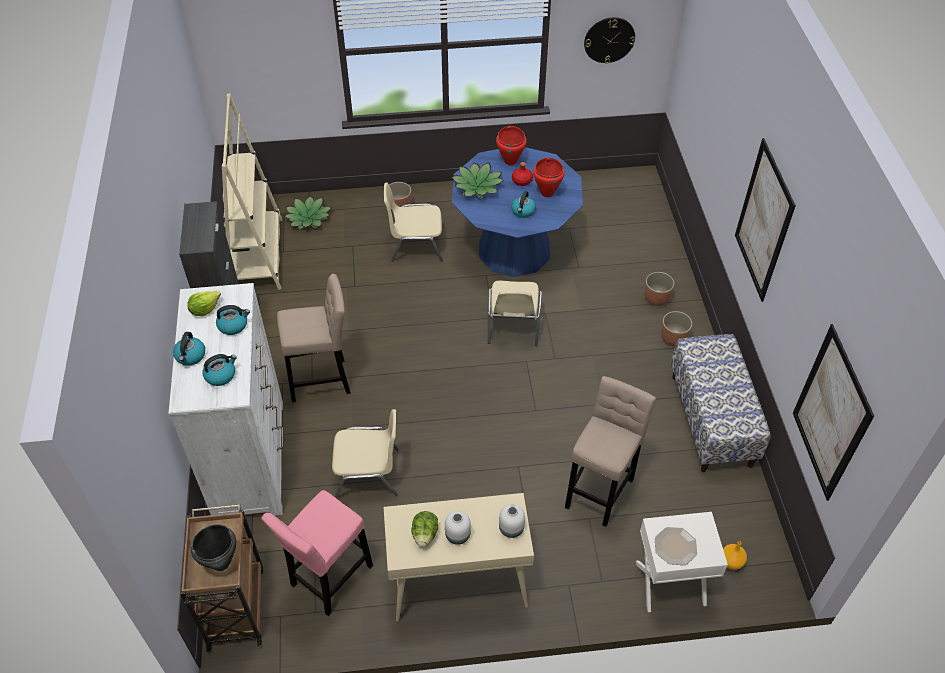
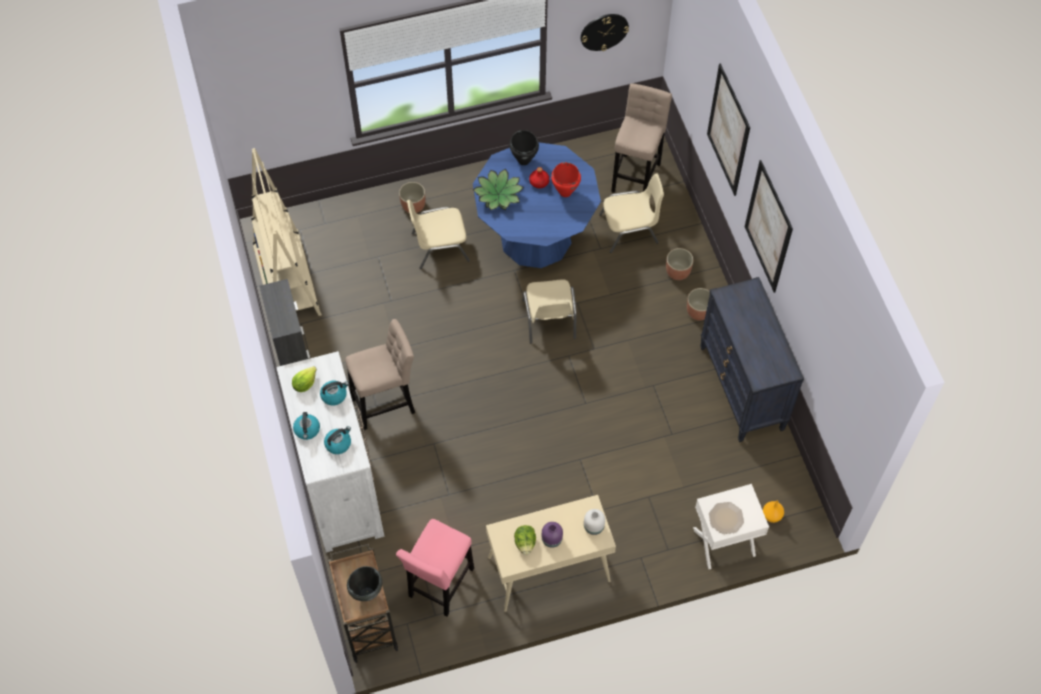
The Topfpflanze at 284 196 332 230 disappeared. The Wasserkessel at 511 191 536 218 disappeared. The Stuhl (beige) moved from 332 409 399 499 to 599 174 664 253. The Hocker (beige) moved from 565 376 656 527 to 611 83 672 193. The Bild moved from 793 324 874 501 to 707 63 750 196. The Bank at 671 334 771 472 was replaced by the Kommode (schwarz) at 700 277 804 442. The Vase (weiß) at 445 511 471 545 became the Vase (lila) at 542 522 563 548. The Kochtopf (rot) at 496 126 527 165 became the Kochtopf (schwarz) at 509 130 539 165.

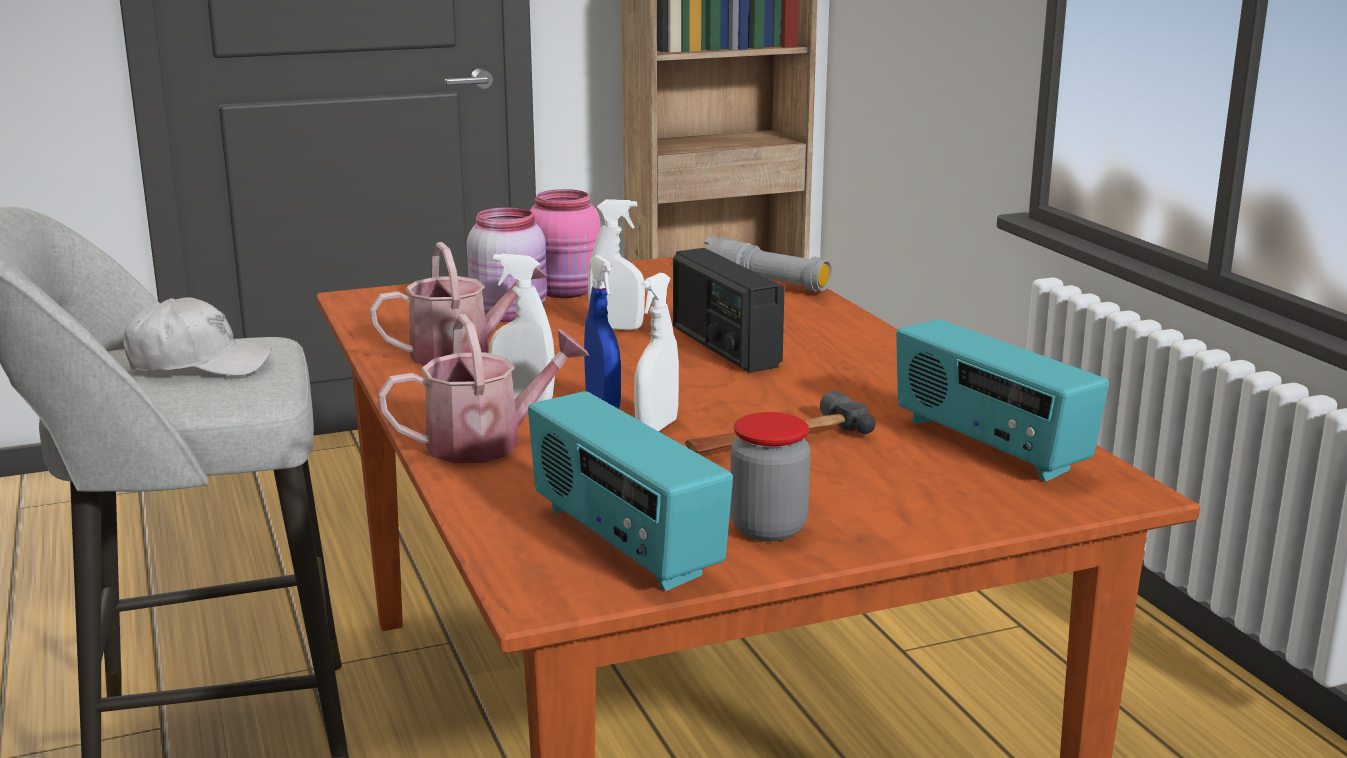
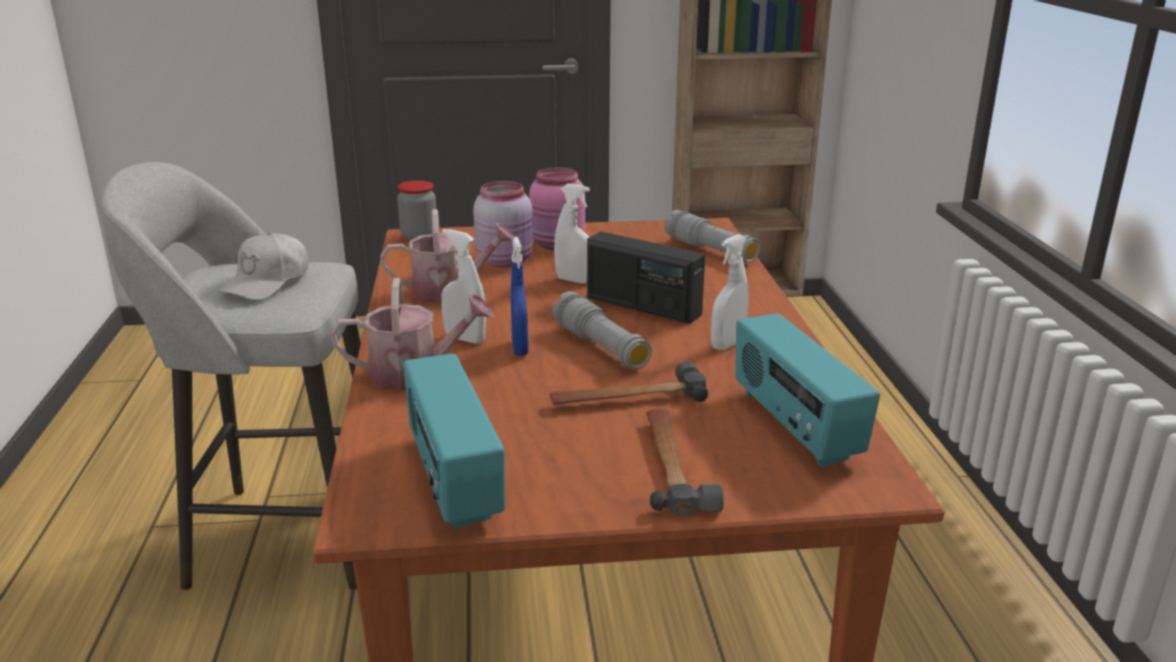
The Taschenlampe (grau) at 552 291 652 370 appeared. The Hammer at 647 409 724 516 appeared. The Sprühflasche (weiß) moved from 634 273 679 431 to 711 234 749 350. The Vorratsglas moved from 730 412 811 542 to 397 180 436 241. The Kappe (weiß) at 123 297 272 376 turned 105 degrees clockwise. The Radio at 673 248 785 373 turned 45 degrees counterclockwise.

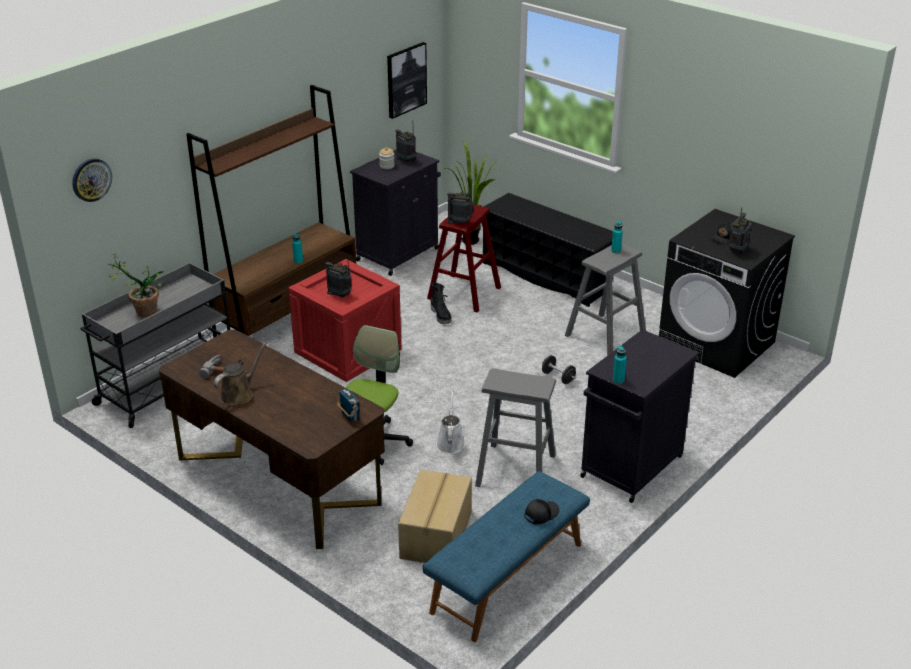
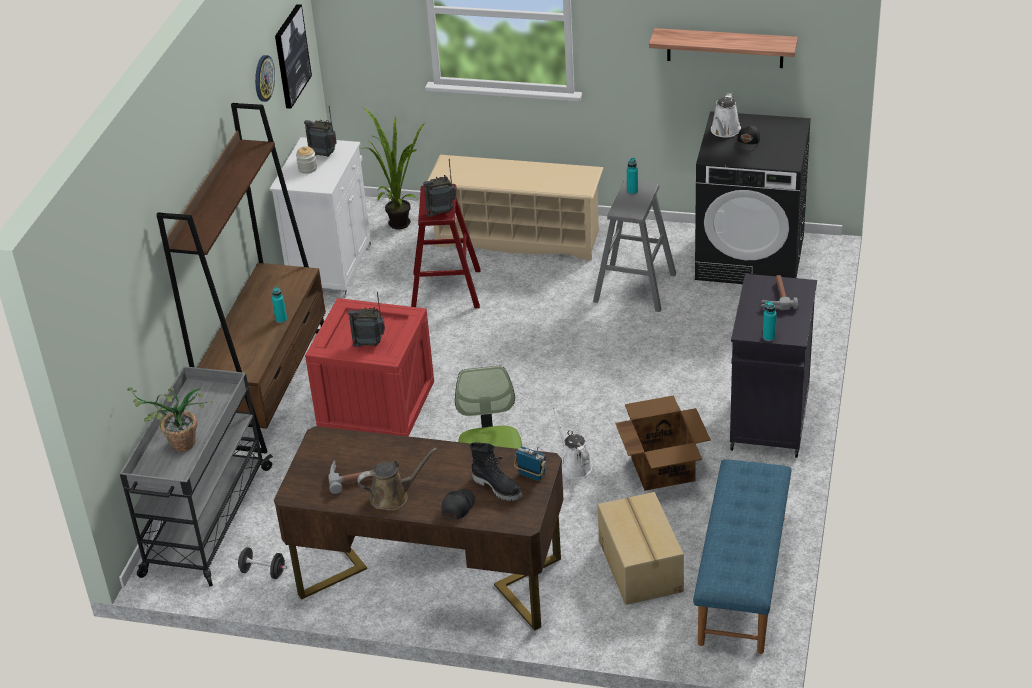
The Radio at 729 208 751 254 disappeared. The Wandregal at 649 28 798 68 appeared. The Gießkanne (weiß) at 711 93 741 138 appeared. The Hammer at 761 275 798 310 appeared. The Wanduhr moved from 72 158 112 202 to 255 55 275 102. The Stiefel (schwarz) moved from 431 282 452 324 to 470 442 522 501. The Kappe (schwarz) moved from 525 499 559 525 to 442 489 475 520. The Hantel (schwarz) moved from 542 355 576 384 to 236 547 287 579. The Hocker (grau) at 475 368 556 487 was replaced by the Karton at 615 395 711 491. The Schrank (schwarz) at 350 150 441 276 became the Schrank (weiß) at 270 137 371 298. The Schuhregal (schwarz) at 483 193 613 307 became the Schuhregal (beige) at 427 155 604 260. The Gießkanne (braun) at 214 342 267 406 turned 60 degrees clockwise.

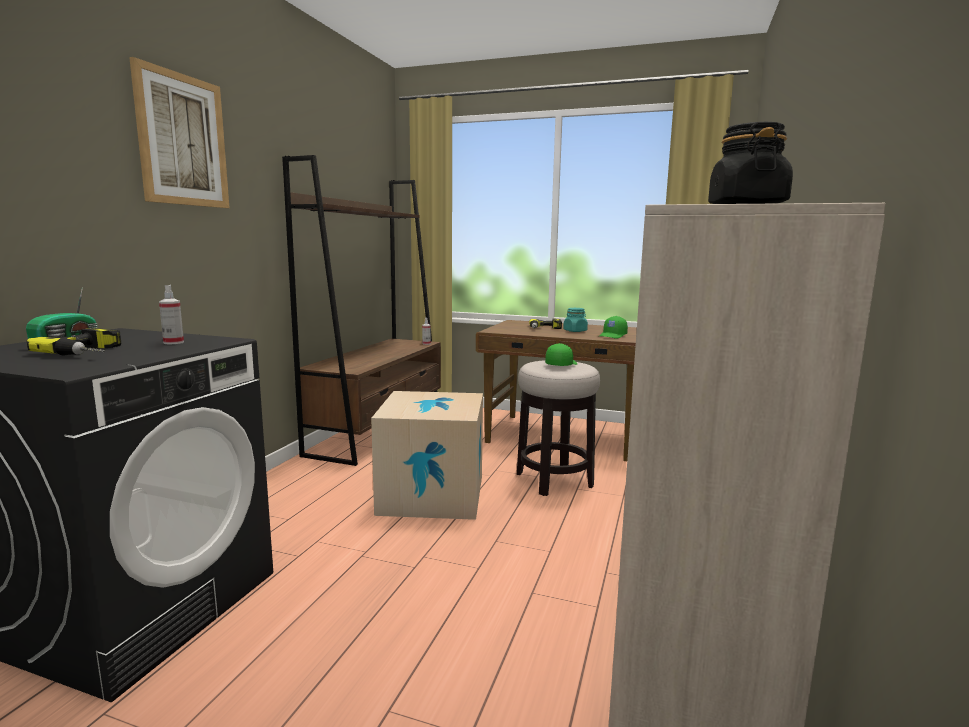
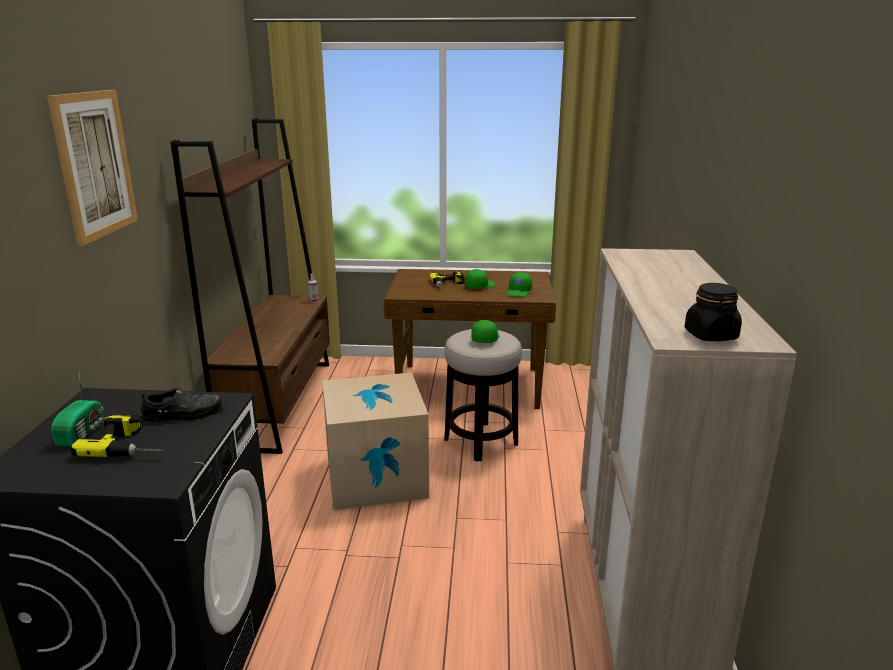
The Sprühflasche at 159 285 184 344 was replaced by the Schuh (schwarz) at 140 388 224 422. The Vorratsglas (türkis) at 563 308 588 332 was replaced by the Kappe (grün) at 465 269 495 289.

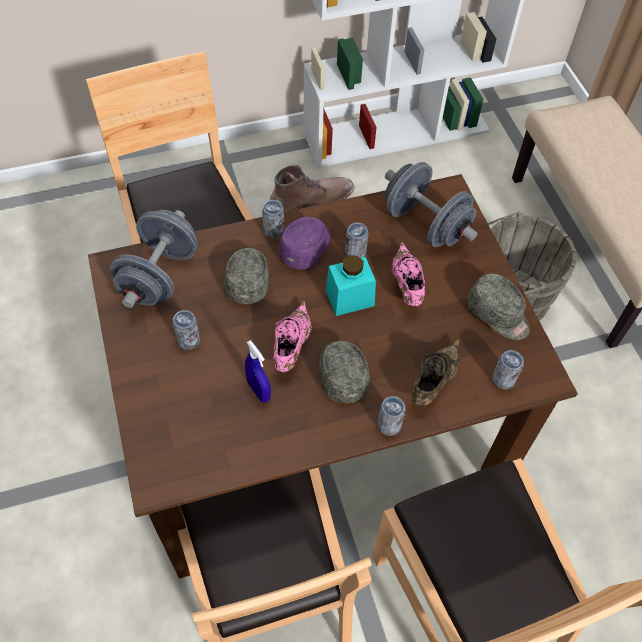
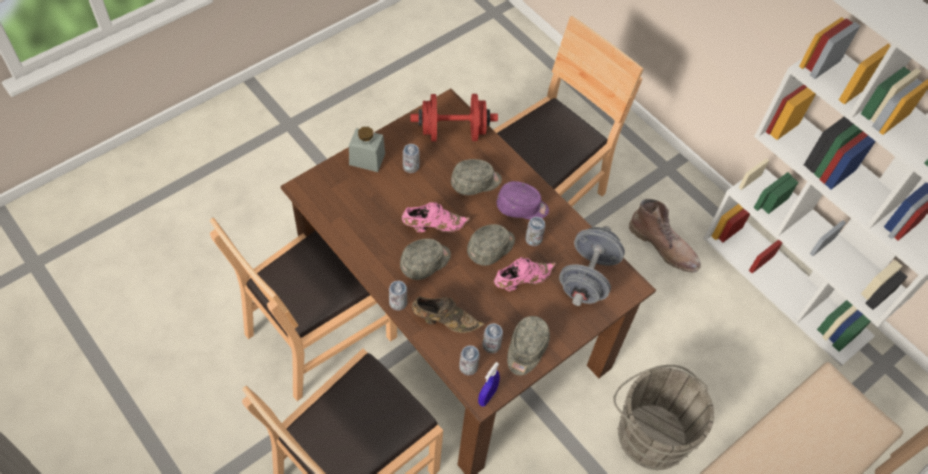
The Vorratsglas (grau) at 349 127 385 172 appeared. The Sprühflasche (blau) moved from 245 340 271 403 to 478 362 500 407. The Dose moved from 262 200 284 238 to 482 323 503 353. The Vorratsglas (türkis) at 326 255 376 316 was replaced by the Kappe (grau) at 467 224 515 266. The Hantel (grau) at 110 210 198 308 became the Hantel (rot) at 410 94 498 141.

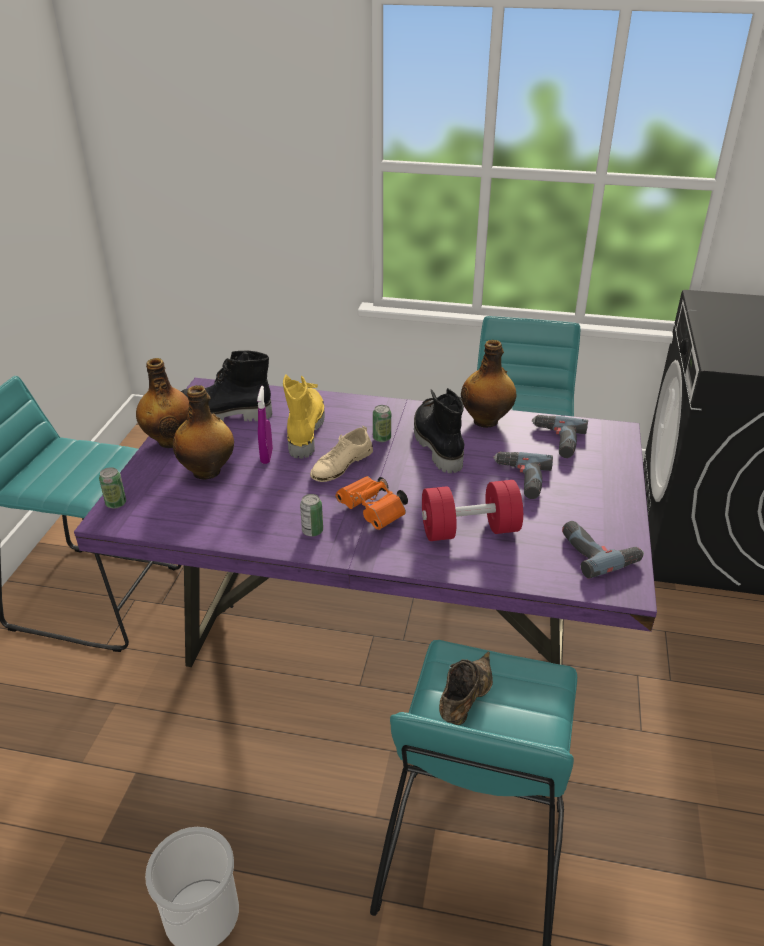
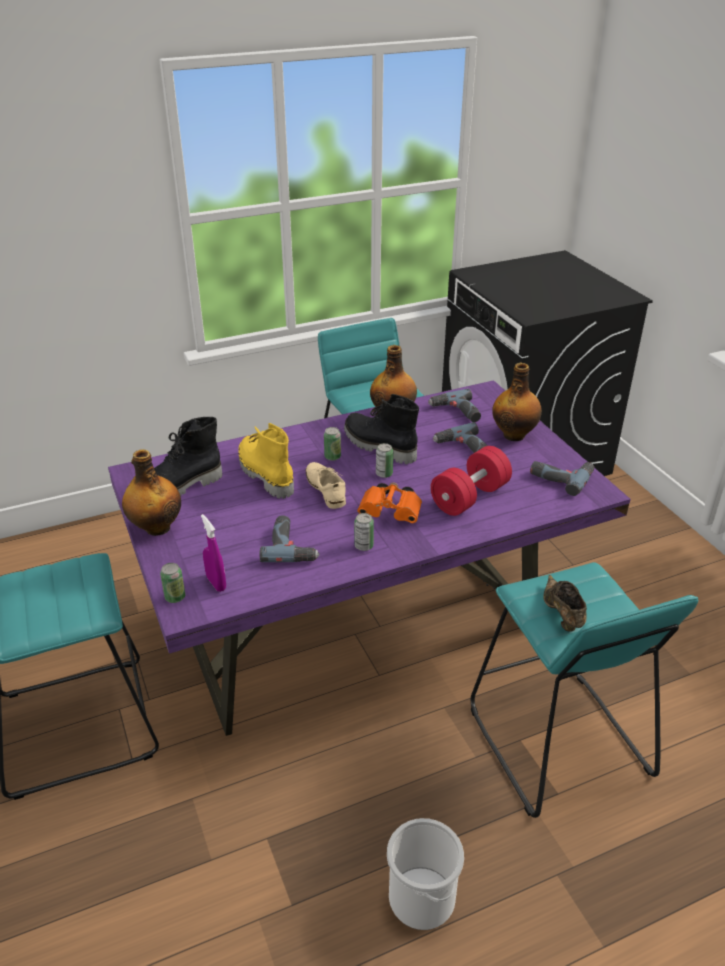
The Bohrmaschine at 260 515 319 562 appeared. The Dose at 376 443 393 478 appeared. The Flasche moved from 172 385 234 480 to 492 363 542 441. The Sprühflasche (lila) moved from 257 386 273 464 to 201 514 226 592. The Schuh (beige) at 310 426 373 482 turned 150 degrees clockwise.

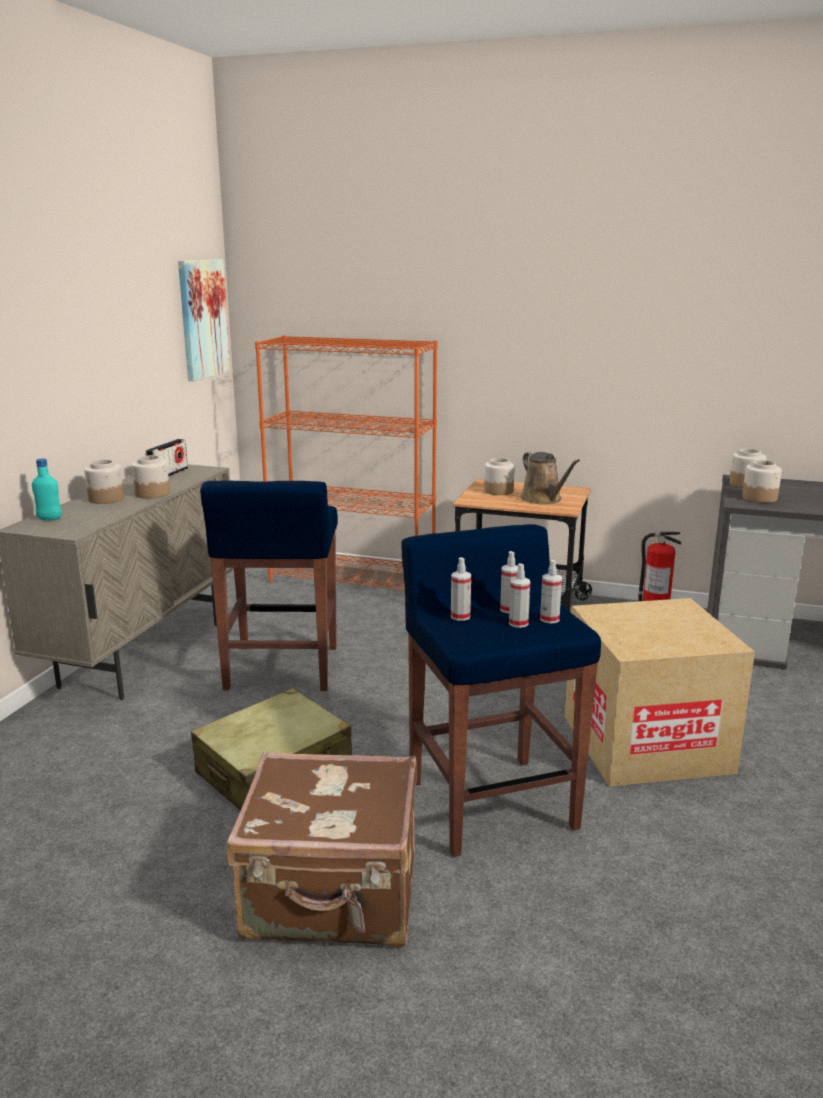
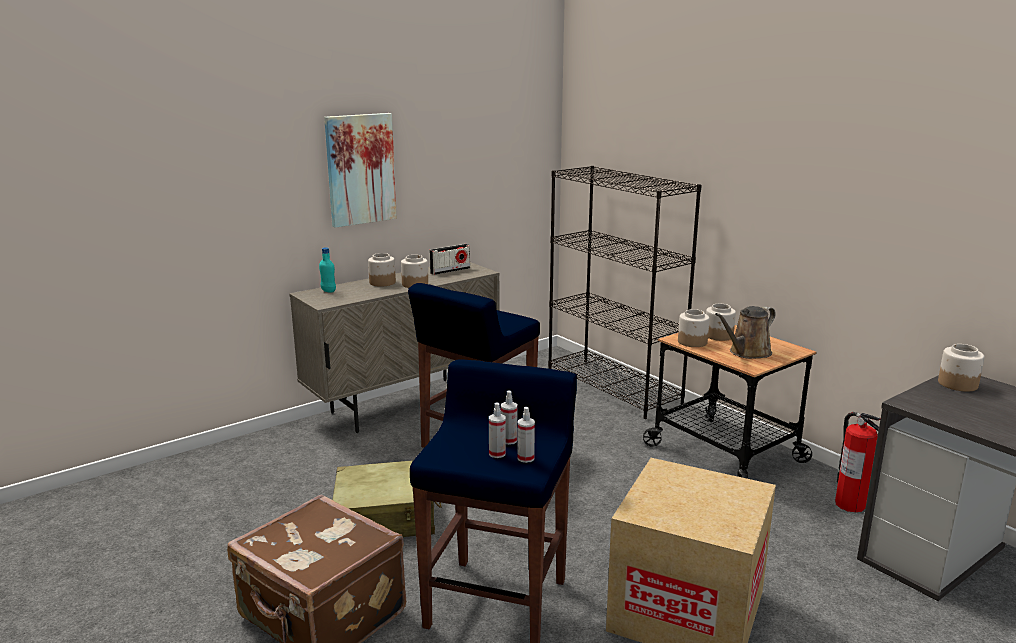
The Sprühflasche at 451 557 471 621 disappeared. The Bild moved from 178 259 231 381 to 324 113 397 228. The Vorratsglas moved from 742 460 782 503 to 678 309 710 347. The Bücherregal (orange) at 255 335 438 590 became the Bücherregal (schwarz) at 548 166 702 419. The Gießkanne (braun) at 521 451 580 504 turned 45 degrees clockwise.

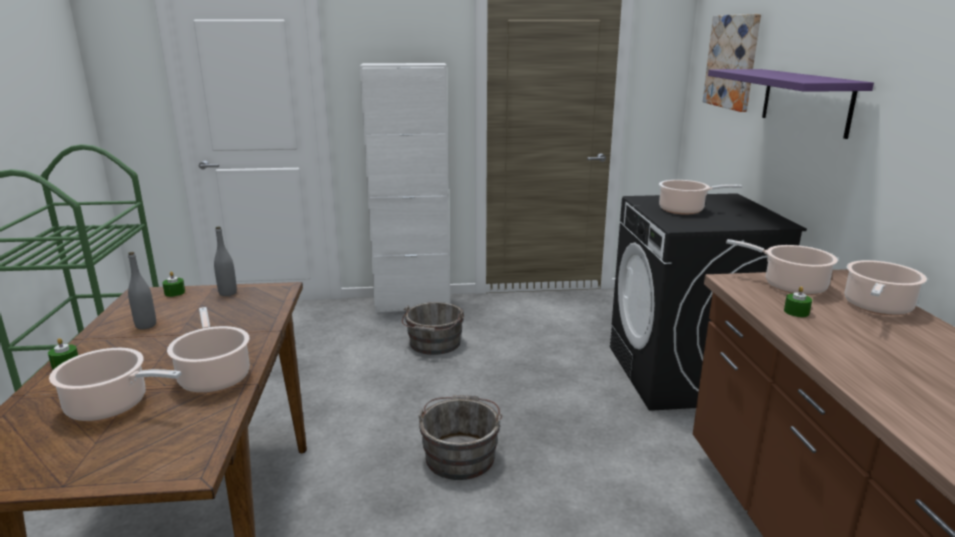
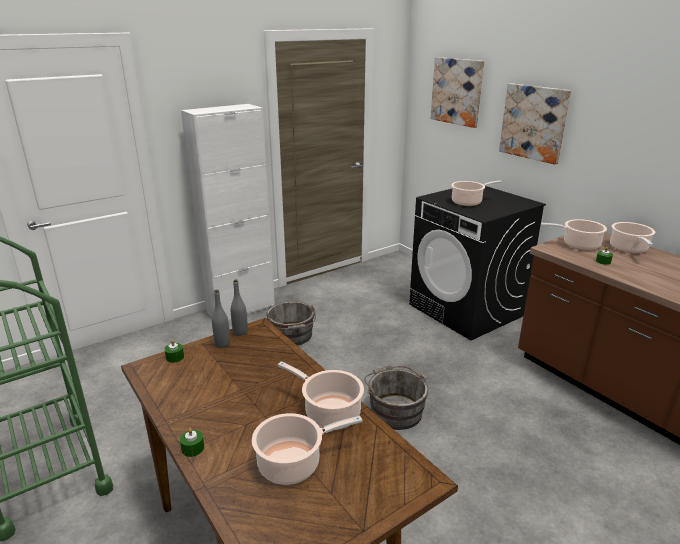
The Flasche (grau) moved from 128 252 156 329 to 231 279 248 336. The Wandregal (lila) at 708 69 874 139 was replaced by the Bild at 499 83 571 165.

